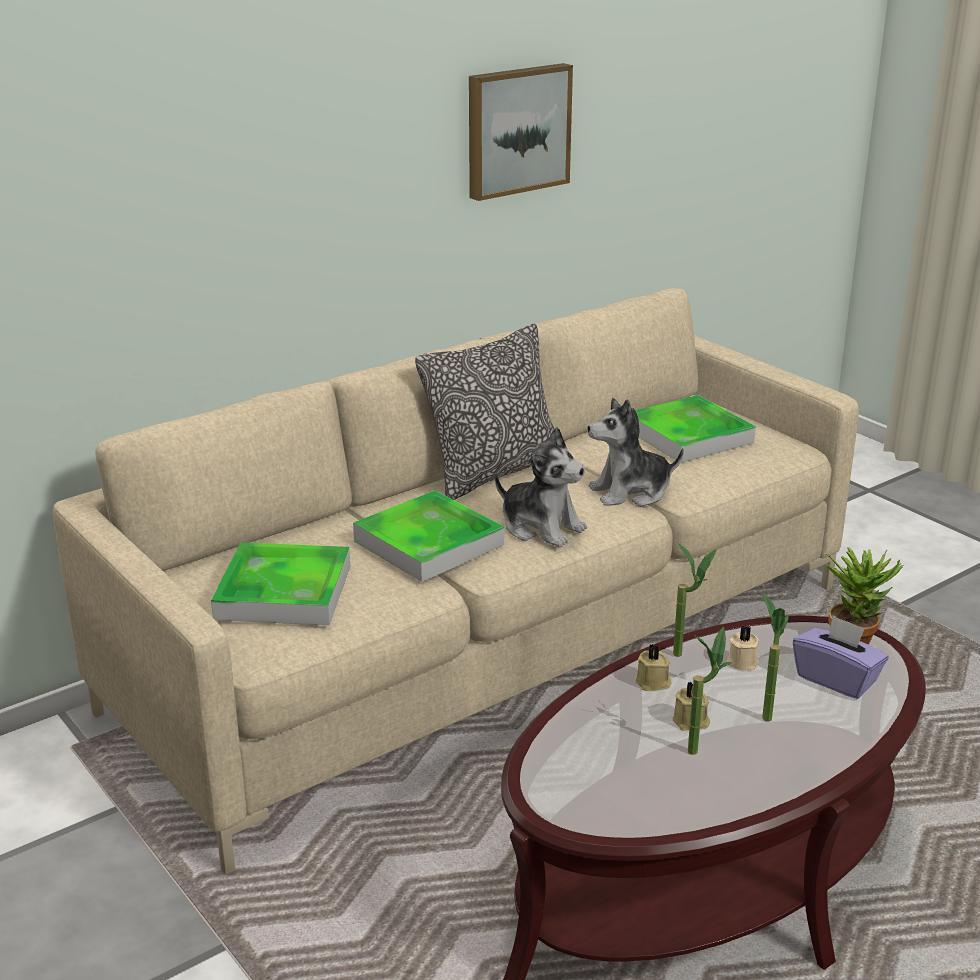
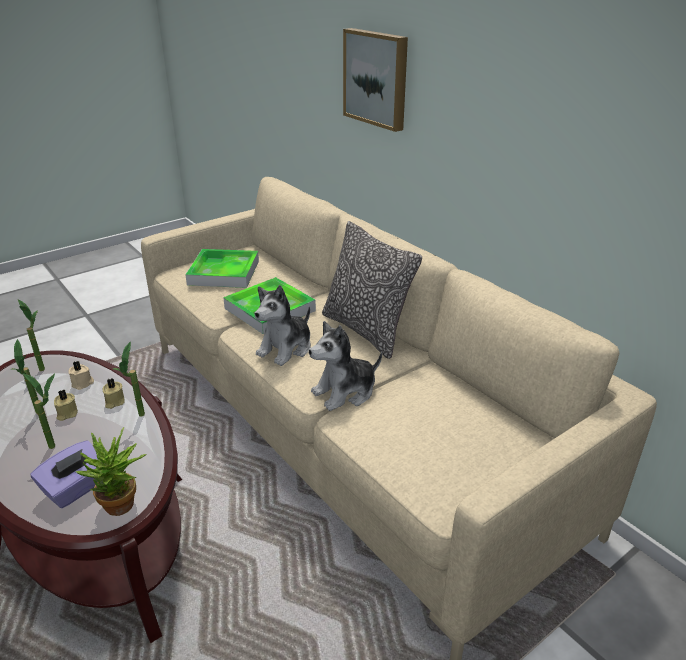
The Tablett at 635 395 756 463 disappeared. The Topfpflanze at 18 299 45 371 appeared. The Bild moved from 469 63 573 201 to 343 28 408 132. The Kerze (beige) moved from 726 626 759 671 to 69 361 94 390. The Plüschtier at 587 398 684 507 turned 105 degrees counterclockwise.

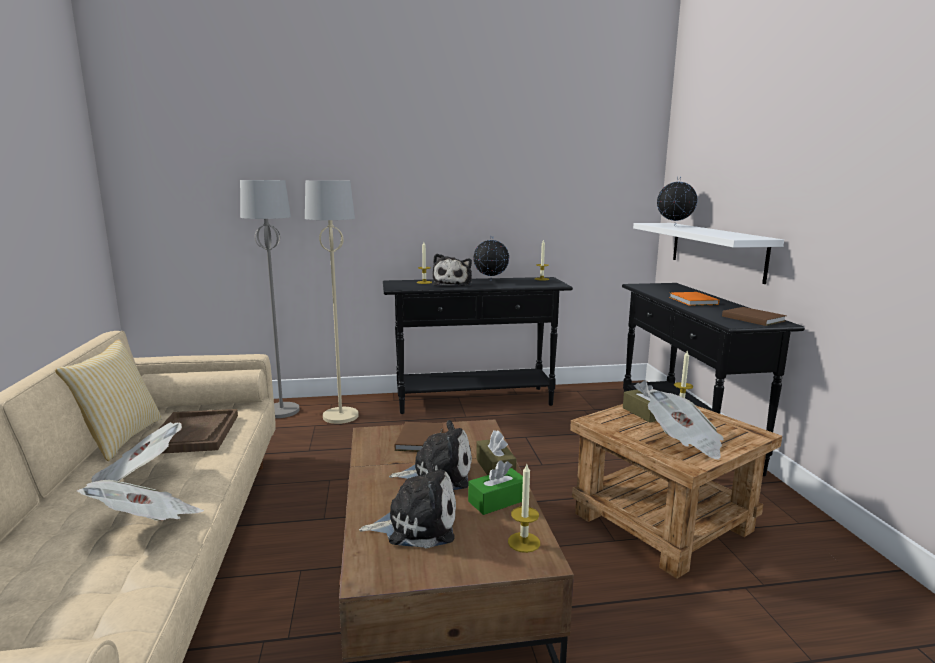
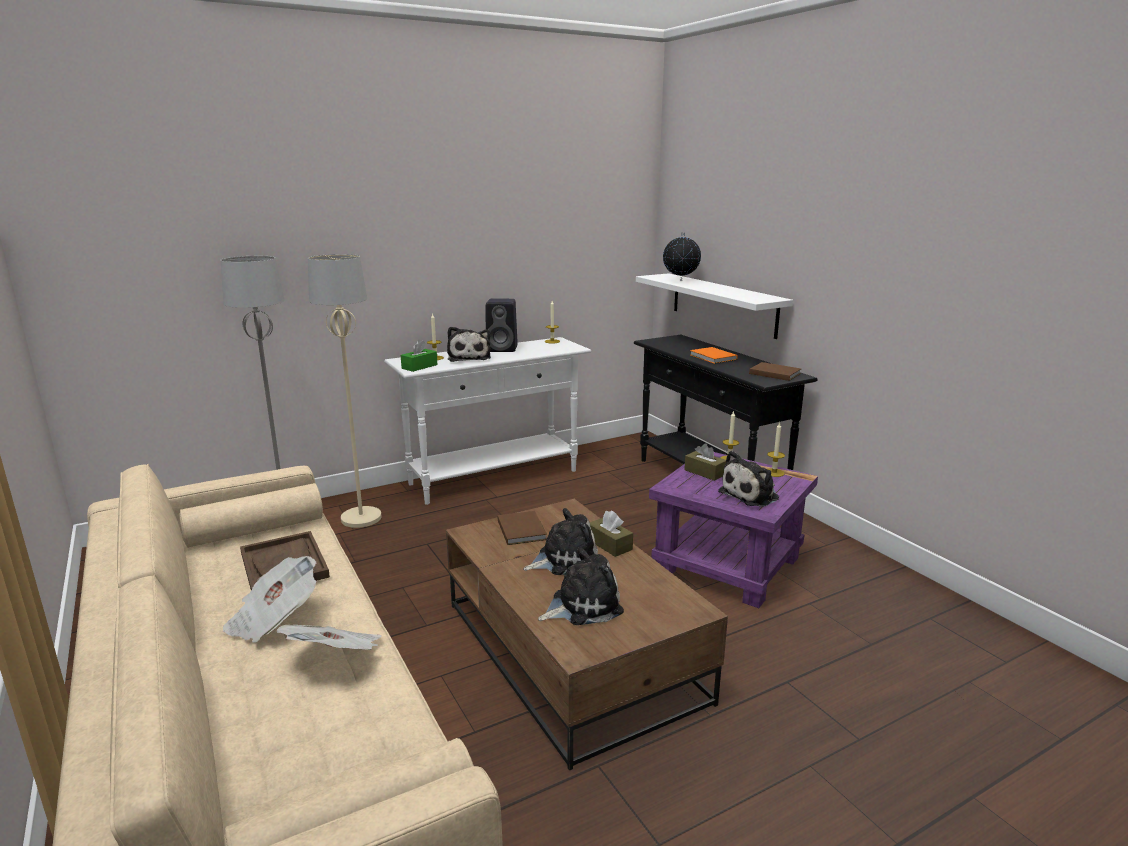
The Kissen at 55 340 162 461 disappeared. The Taschentuchbox (grün) moved from 468 460 523 515 to 401 340 438 372. The Kerze moved from 508 464 540 553 to 767 422 785 477. The Globus at 473 235 509 280 was replaced by the Lautsprecher (schwarz) at 486 299 518 352. The Zeitung at 648 389 724 460 was replaced by the Plüschtier at 718 451 779 507. The Konsolentisch (schwarz) at 383 277 573 414 became the Konsolentisch (weiß) at 384 337 591 505. The Beistelltisch (braun) at 570 404 782 579 became the Beistelltisch (lila) at 649 452 818 608.

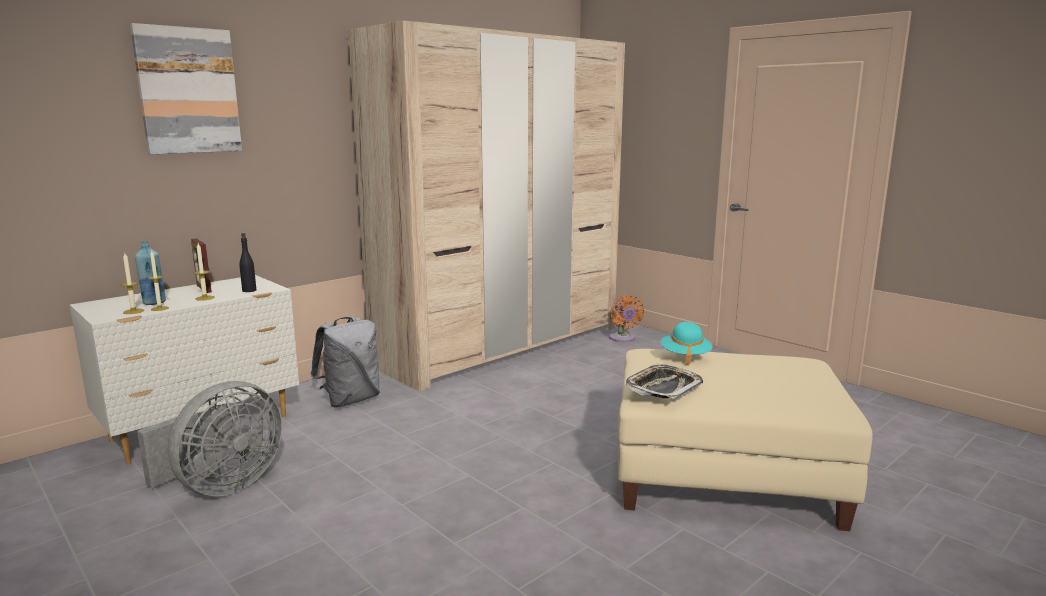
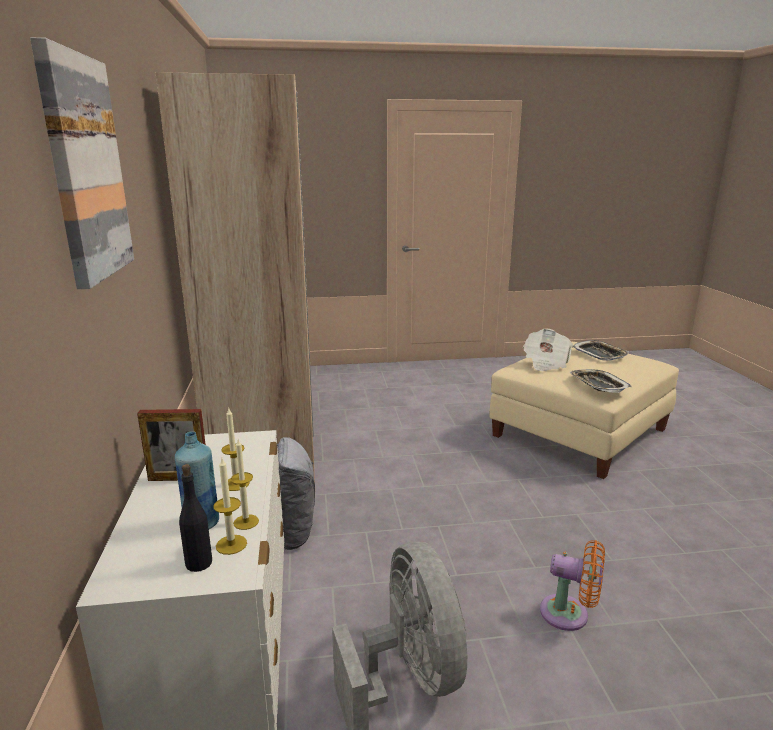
The Tablett at 573 340 629 361 appeared. The Flasche (schwarz) moved from 239 233 256 292 to 179 464 212 572. The Ventilator (orange) moved from 609 295 644 342 to 540 540 605 631. The Hut (türkis) at 661 322 712 365 was replaced by the Zeitung at 523 328 573 371.

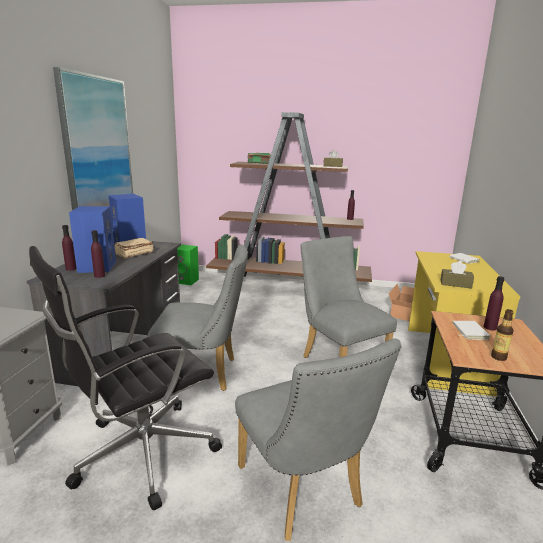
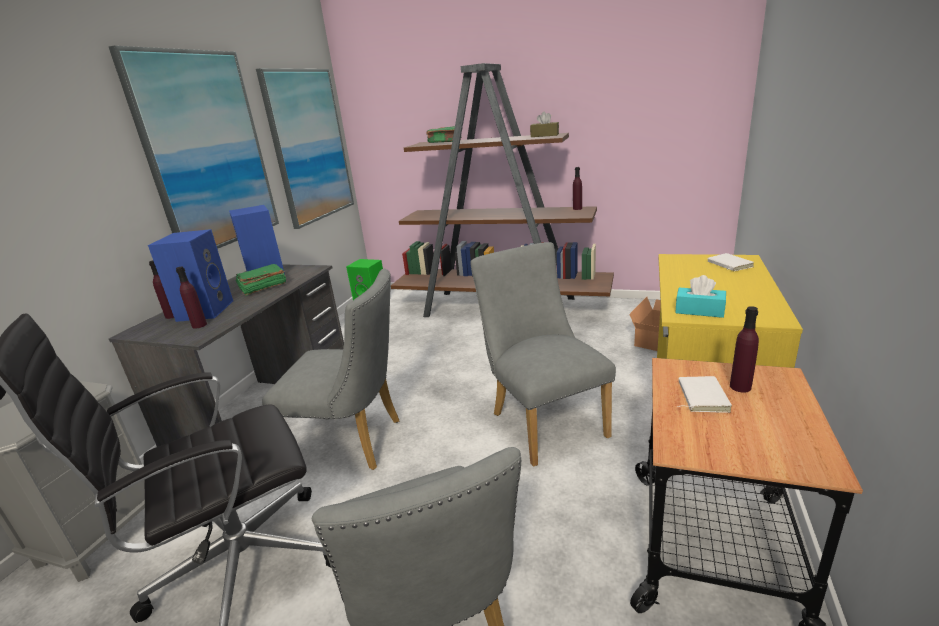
The Flasche at 491 309 514 361 disappeared. The Bild at 256 68 354 229 appeared. The Buch (beige) at 114 238 154 259 became the Buch (grün) at 236 264 286 296. The Taschentuchbox (braun) at 441 261 474 289 became the Taschentuchbox (türkis) at 675 275 726 318.

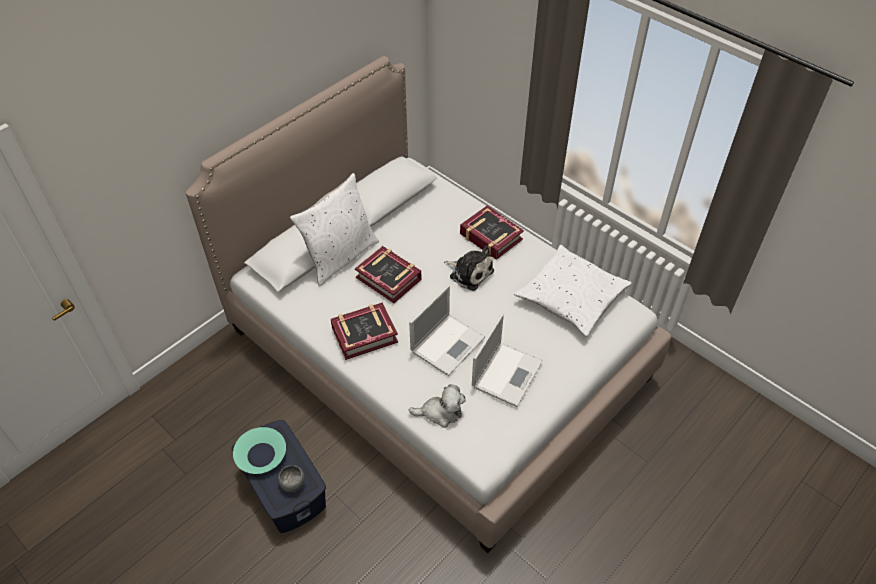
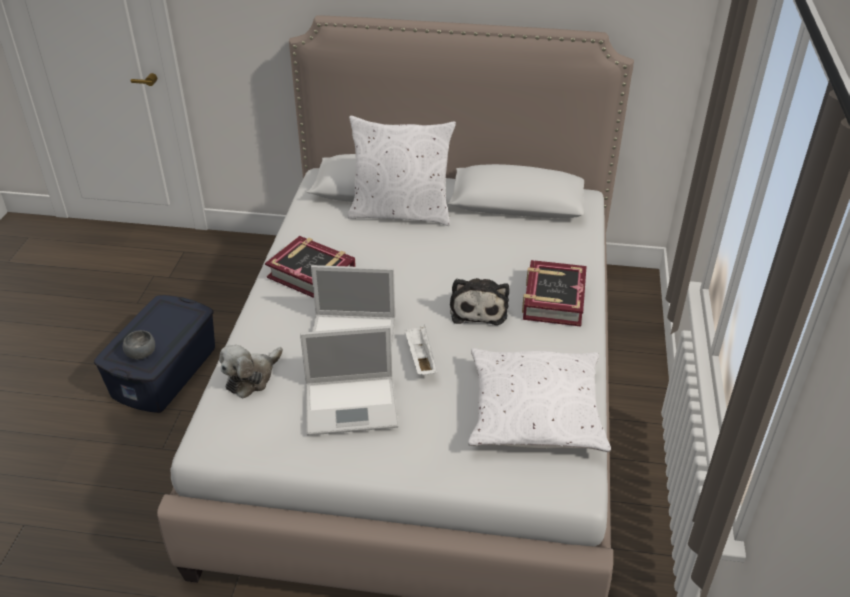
The Schüssel (türkis) at 233 427 286 474 disappeared. The Buch at 355 246 422 303 disappeared. The Tablett (weiß) at 405 325 437 375 appeared. The Plüschtier at 409 384 466 428 turned 75 degrees clockwise.

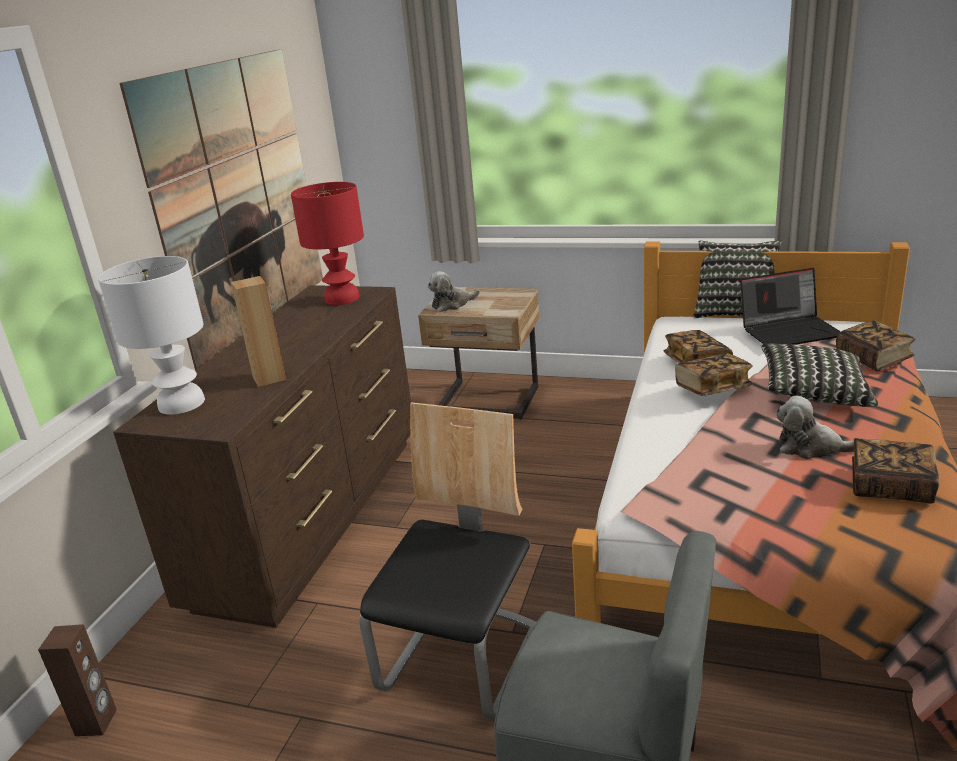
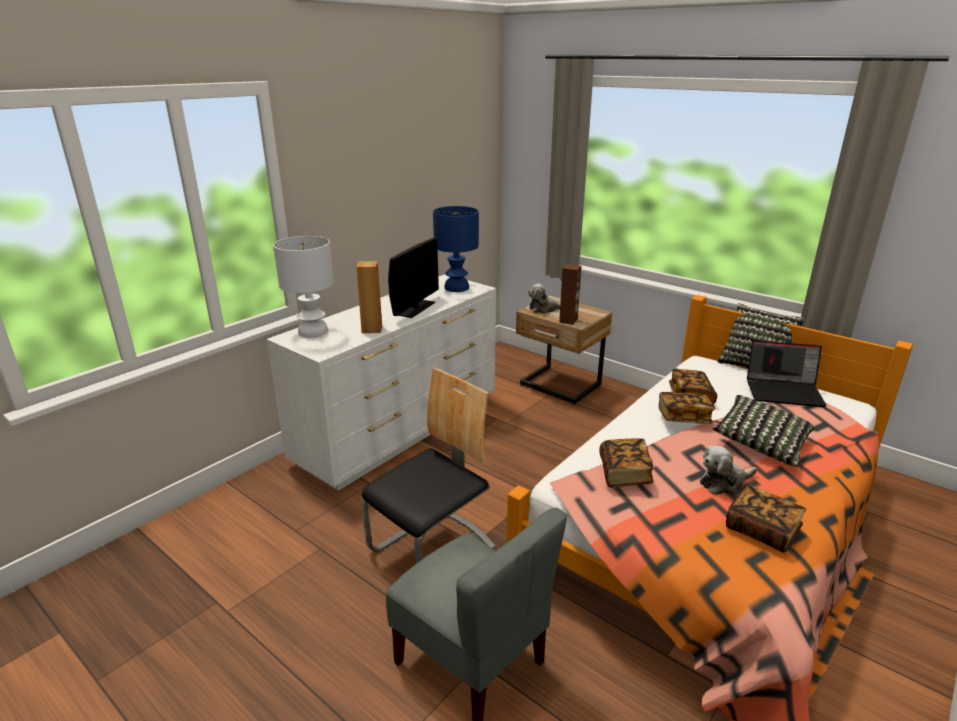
The Bild at 119 49 323 370 disappeared. The Monitor at 388 237 439 318 appeared. The Lautsprecher (braun) moved from 38 624 117 736 to 559 264 582 325. The Buch moved from 836 320 915 371 to 599 438 653 488. The Kommode (braun) at 113 285 411 628 became the Kommode (weiß) at 266 275 496 491. The Tischlampe (rot) at 291 182 364 305 became the Tischlampe (blau) at 433 206 479 292. The Plüschtier at 776 396 854 459 turned 60 degrees counterclockwise.

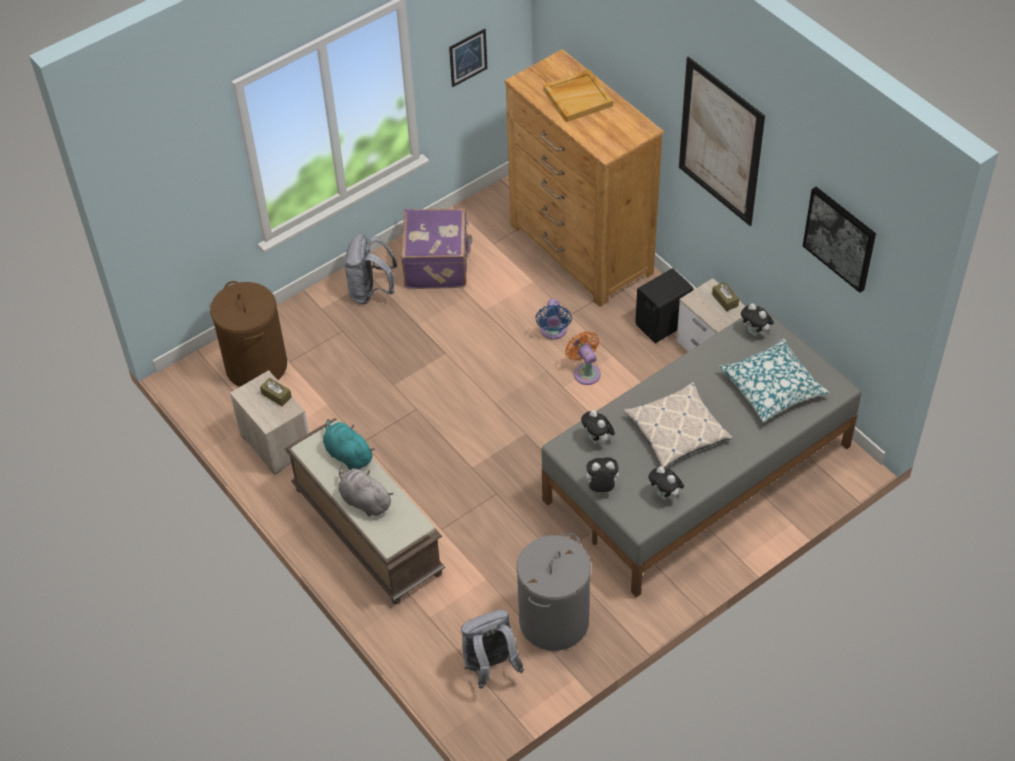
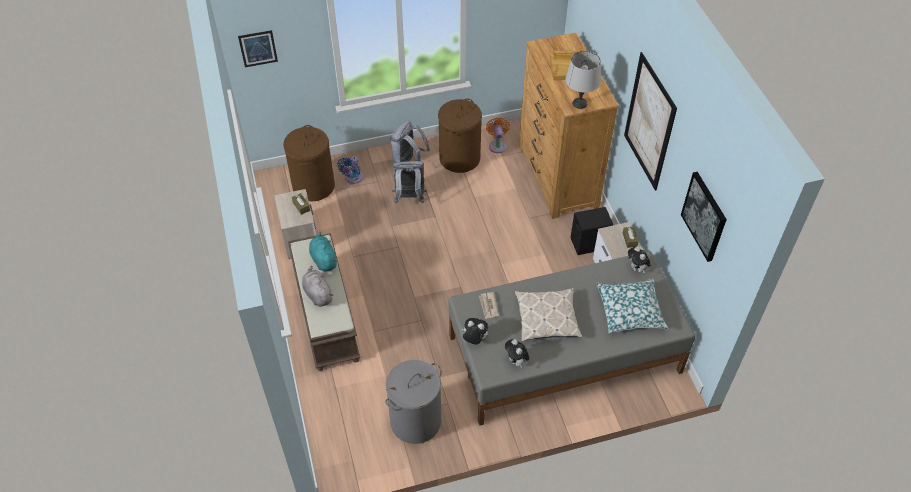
The Tischlampe (grau) at 565 51 601 109 appeared. The Bild moved from 449 29 487 87 to 238 30 278 67. The Rucksack (grau) moved from 461 609 524 689 to 392 161 427 203. The Ventilator (blau) moved from 535 299 572 340 to 337 156 363 184. The Ventilator (orange) moved from 565 331 601 385 to 486 117 510 153. The Koffer (lila) at 401 208 473 289 was replaced by the Wäschekorb (braun) at 438 98 482 173. The Plüschtier at 581 410 615 446 was replaced by the Zeitung at 479 292 499 319.

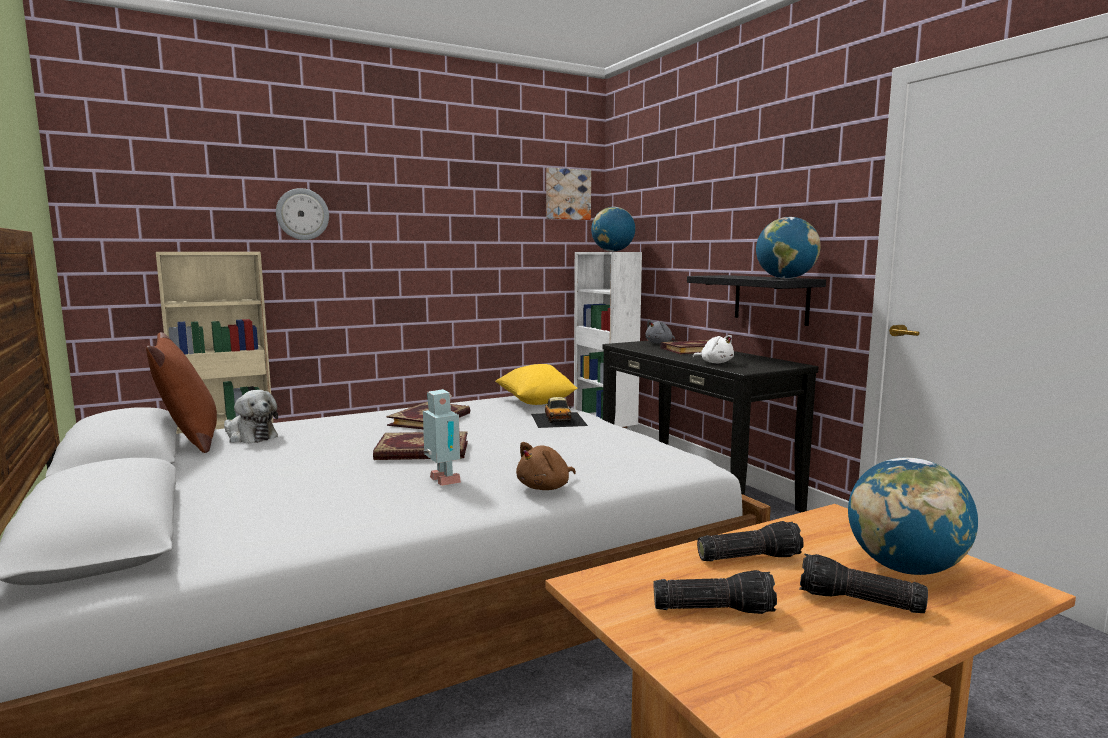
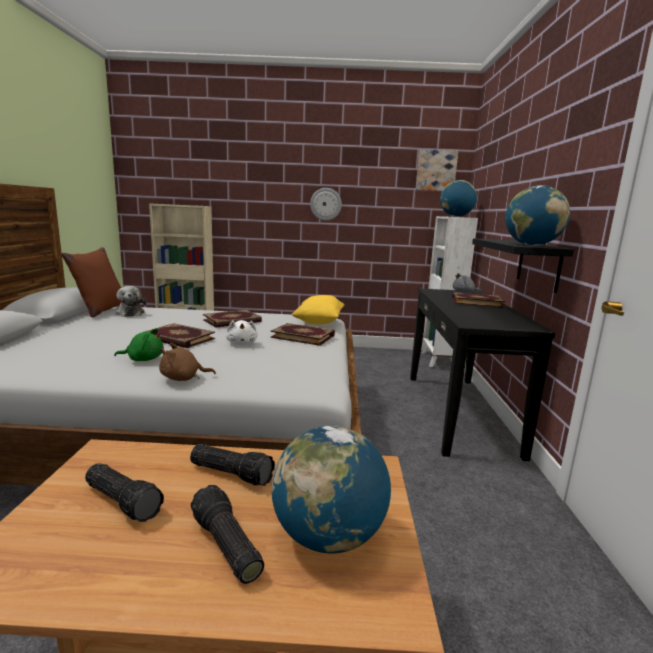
The Wanduhr moved from 276 188 329 240 to 310 188 342 221. The Plüschtier (weiß) moved from 692 335 734 363 to 226 320 258 345. The Spielzeugroboter at 423 389 461 486 was replaced by the Plüschtier (grün) at 114 328 164 361. The Spielzeugauto at 531 397 588 428 was replaced by the Buch at 270 323 335 346.

